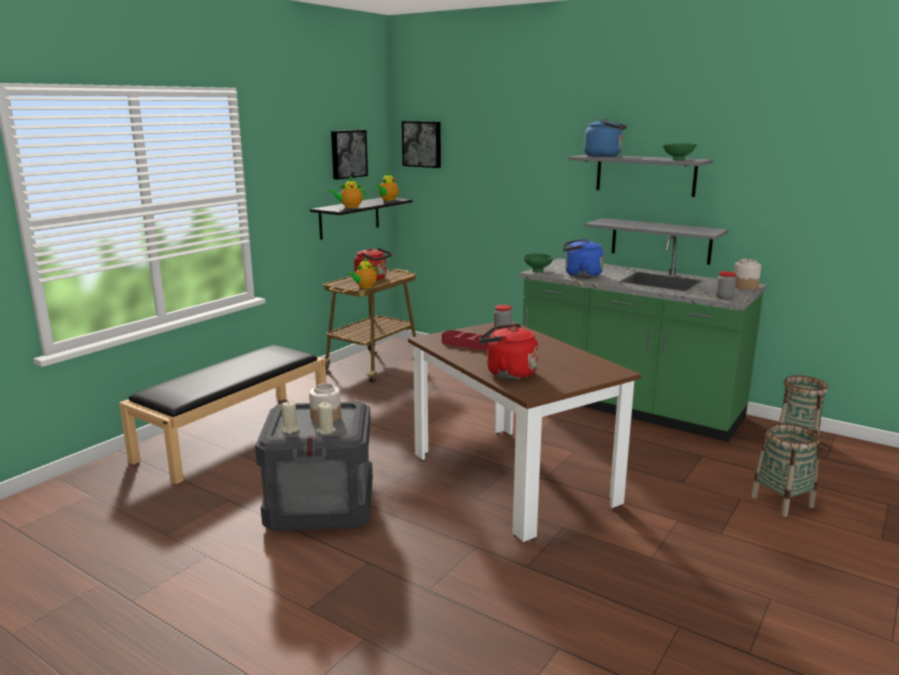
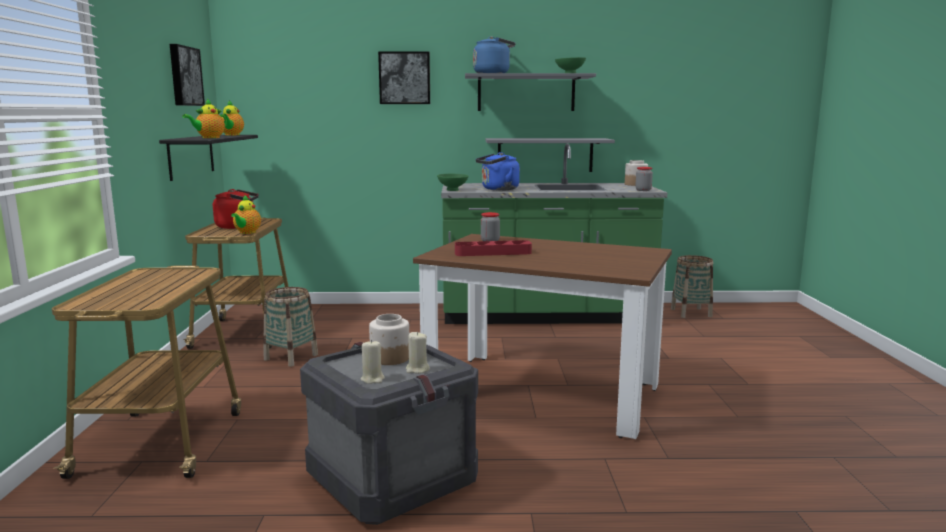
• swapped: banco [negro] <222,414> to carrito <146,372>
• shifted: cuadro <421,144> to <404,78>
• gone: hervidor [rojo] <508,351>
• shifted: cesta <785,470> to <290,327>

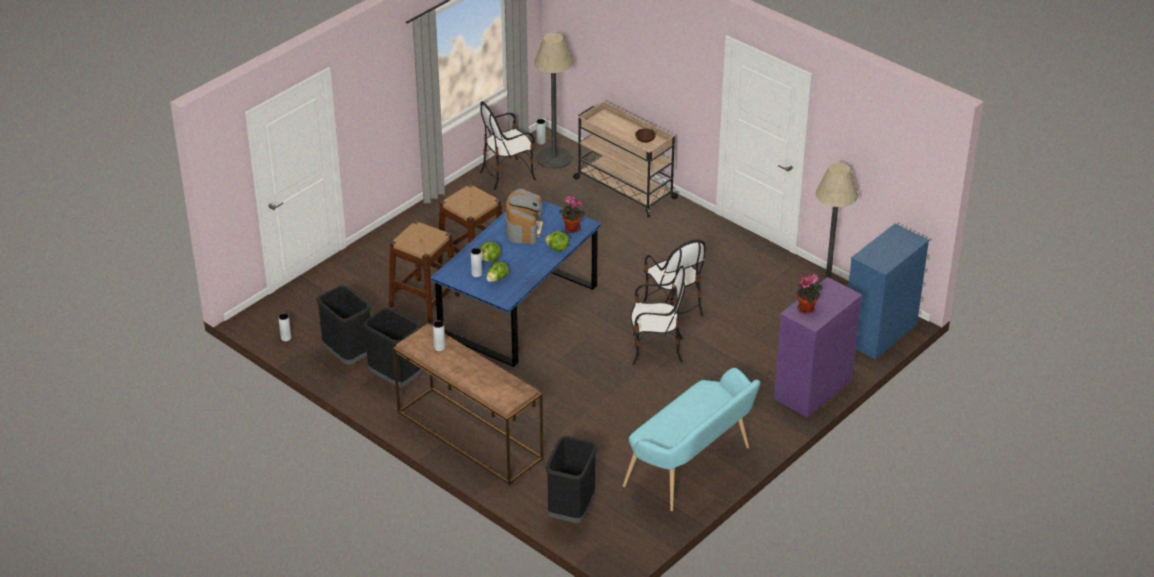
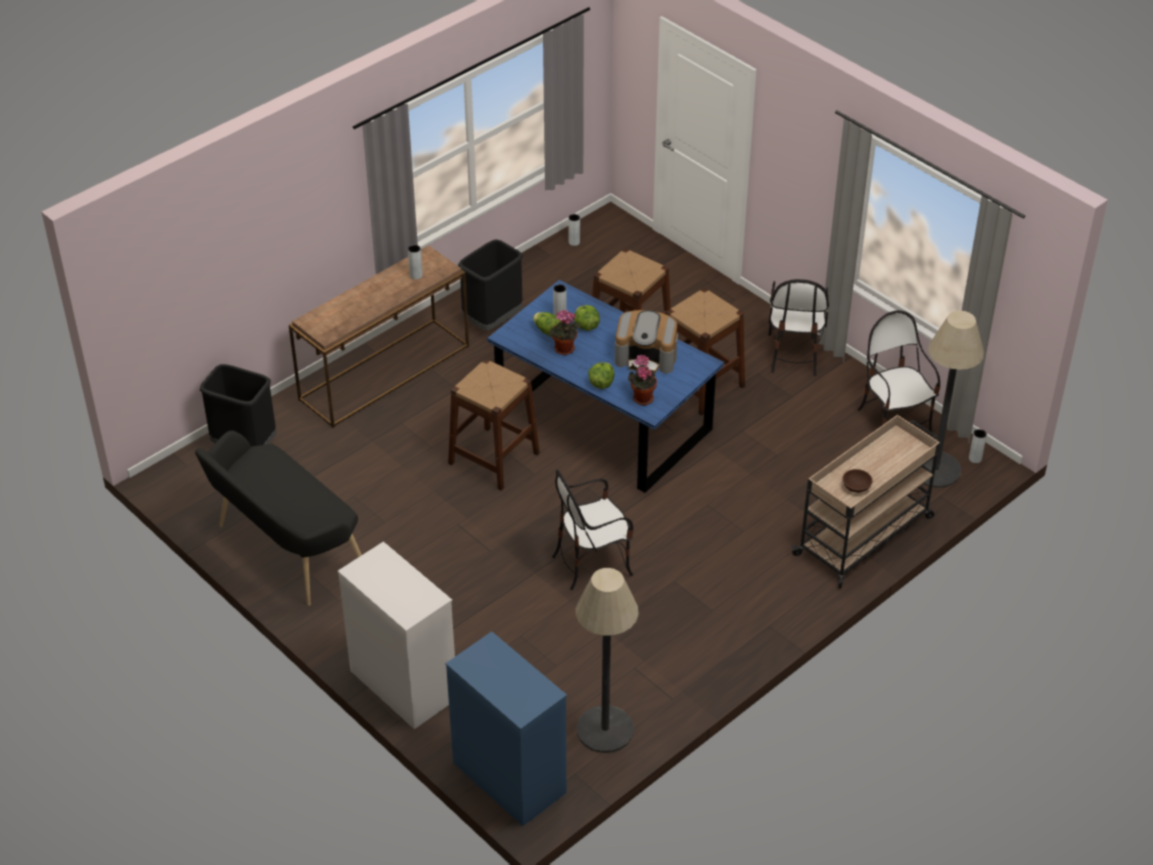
• gone: papelera [negro] <343,325>
• repainted: banco [turquesa] <691,439> to banco [negro] <278,518>
• shifted: silla <658,315> to <799,327>
• repainted: cómoda [morado] <818,347> to cómoda [blanco] <396,635>
• shifted: planta en maceta <810,293> to <564,332>
• new: taburete [marrón] <494,425>

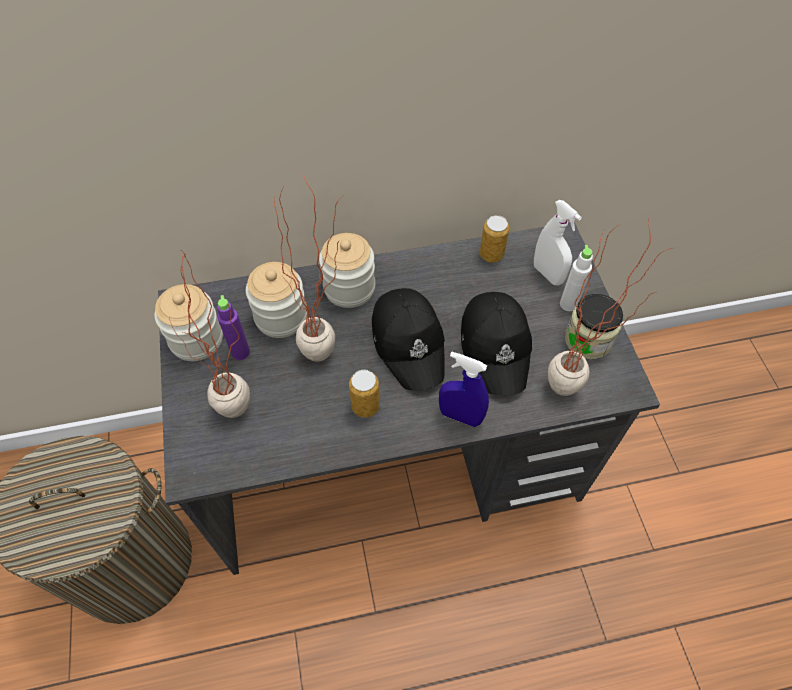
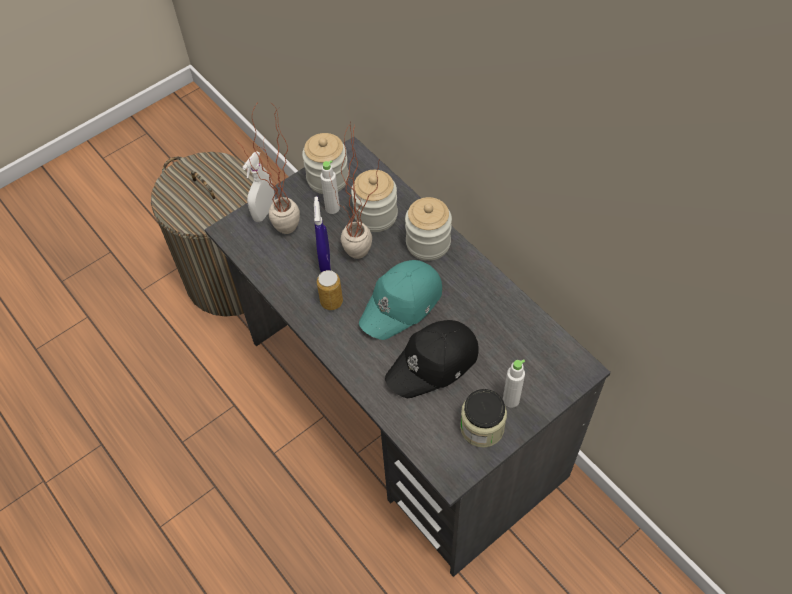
• repainted: botella [morado] <233,327> to botella [blanco] <330,187>
• repainted: gorra [negro] <408,339> to gorra [turquesa] <400,300>
• shifted: pulverizador [azul] <464,389> to <322,234>
• gone: lata <495,239>
• shifted: pulverizador [blanco] <558,243> to <258,186>
• gone: planta en maceta <610,307>

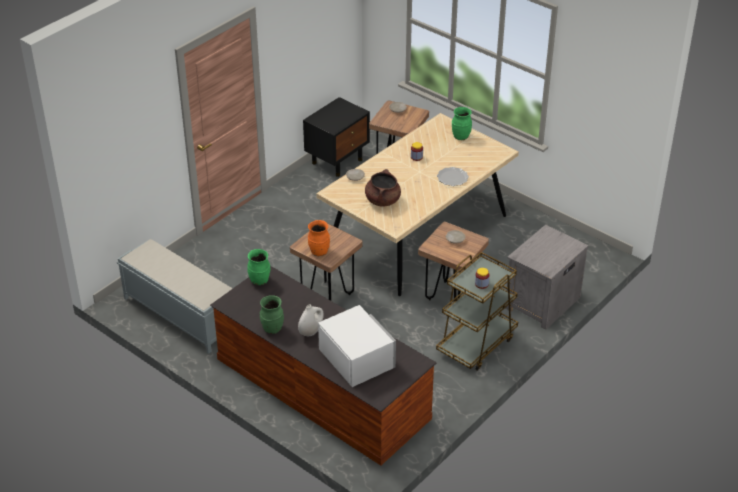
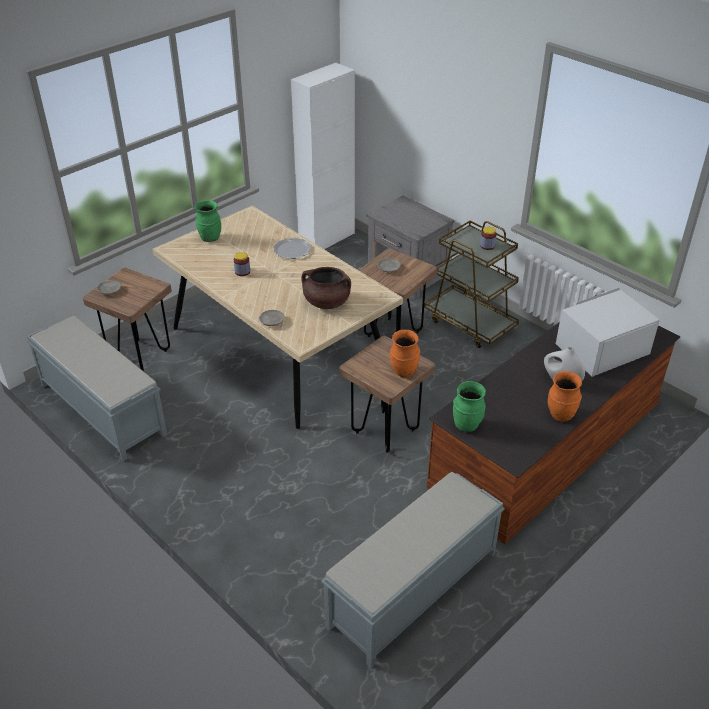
• repainted: florero [verde] <272,315> to florero [naranja] <565,396>
• swapped: mesita de noche [negro] <336,137> to banco [gris] <97,388>
• new: armario [blanco] <323,156>

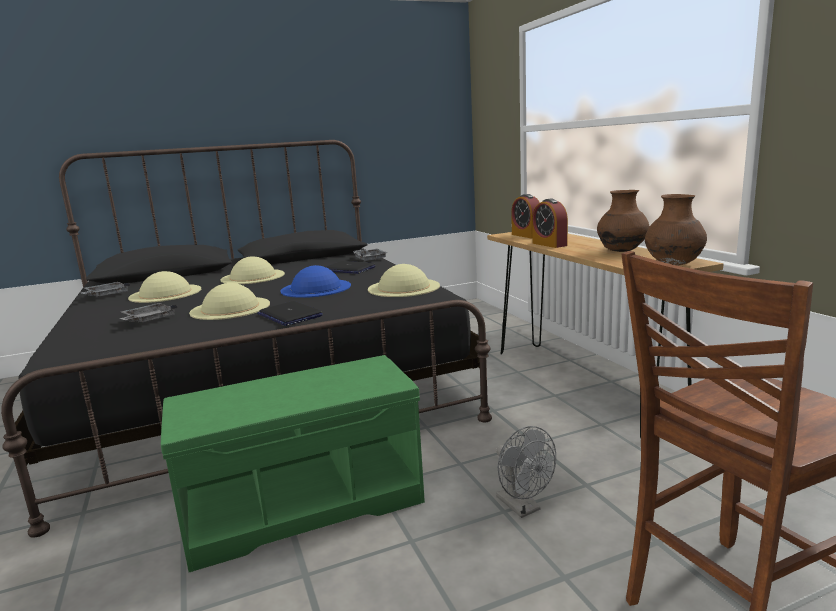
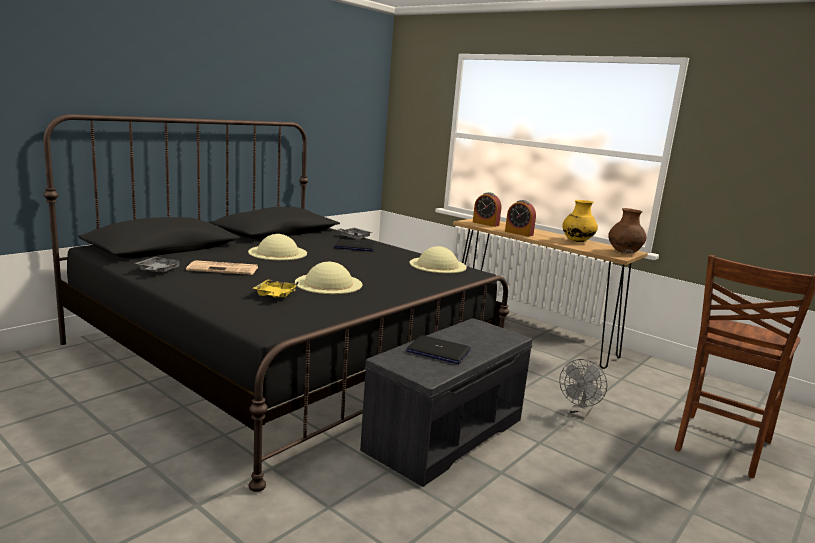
• repainted: bandeja [gris] <149,313> to bandeja [amarillo] <276,288>
• swapped: sombrero [beis] <164,287> to periódico <222,267>
• repainted: banco [verde] <293,463> to banco [gris] <446,402>
• shifted: portátil <290,313> to <438,349>
• gone: sombrero [azul] <315,281>
• rotated: ventilador [gris] <526,472> = <583,389> 90 degrees clockwise
• repainted: florero [marrón] <623,221> to florero [amarillo] <580,221>

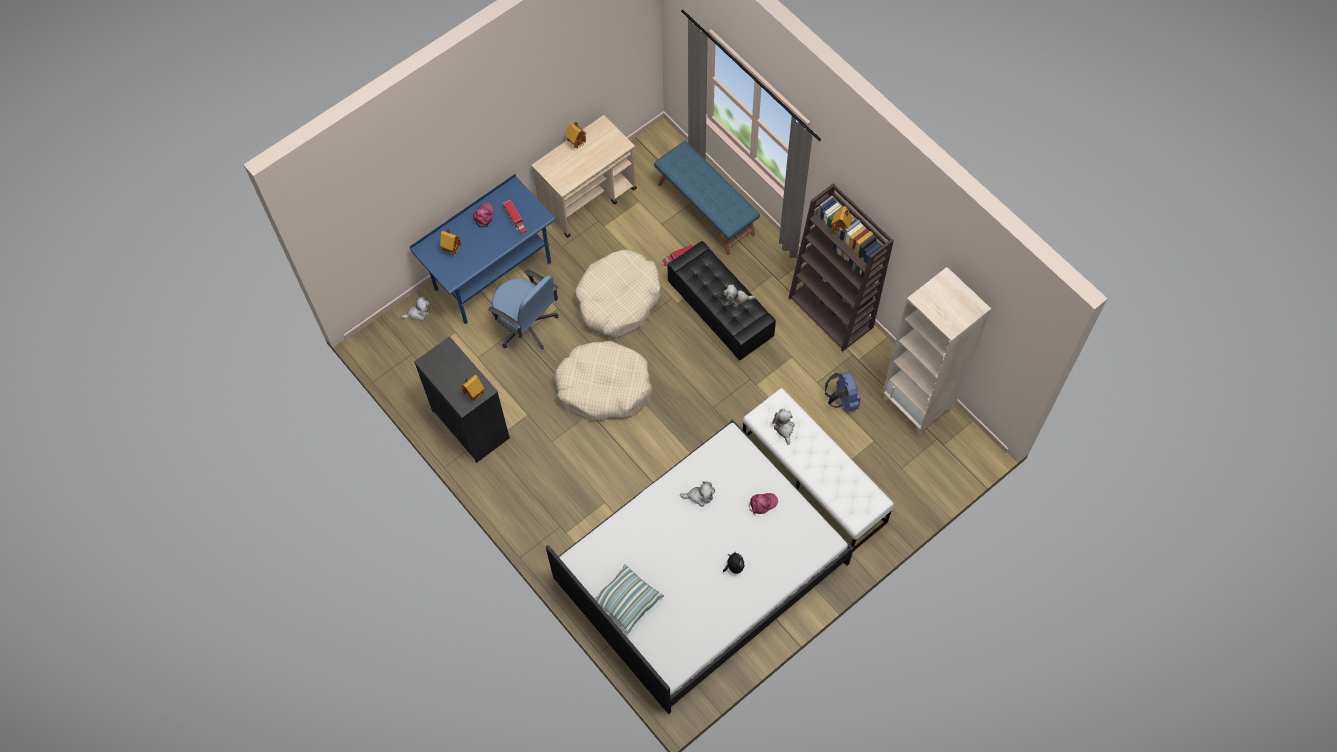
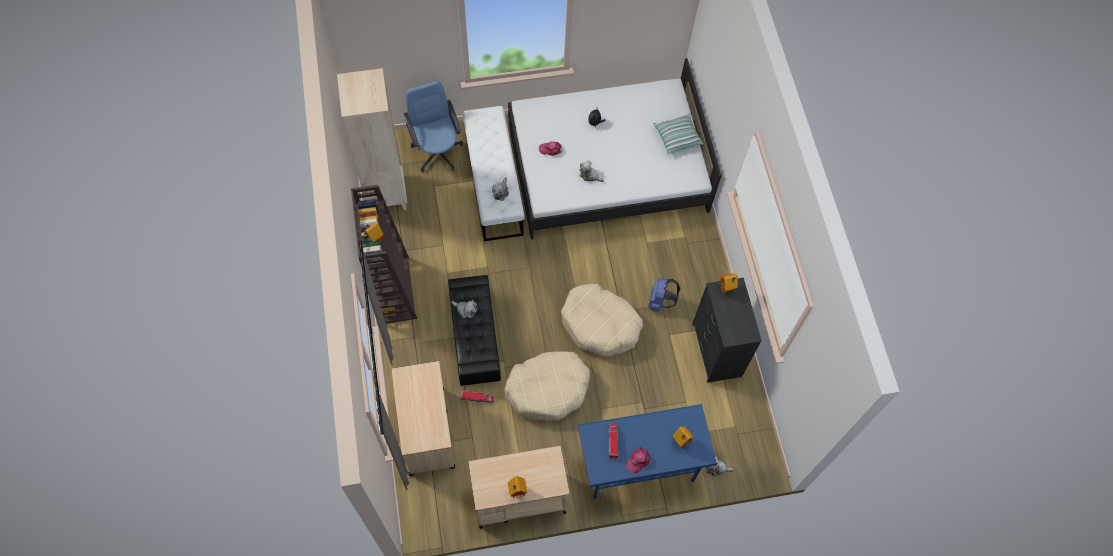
• shifted: silla de oficina [azul] <523,310> to <433,126>
• swapped: banco [azul] <707,198> to carrito [beis] <423,418>
• shifted: mochila [azul] <843,392> to <664,295>

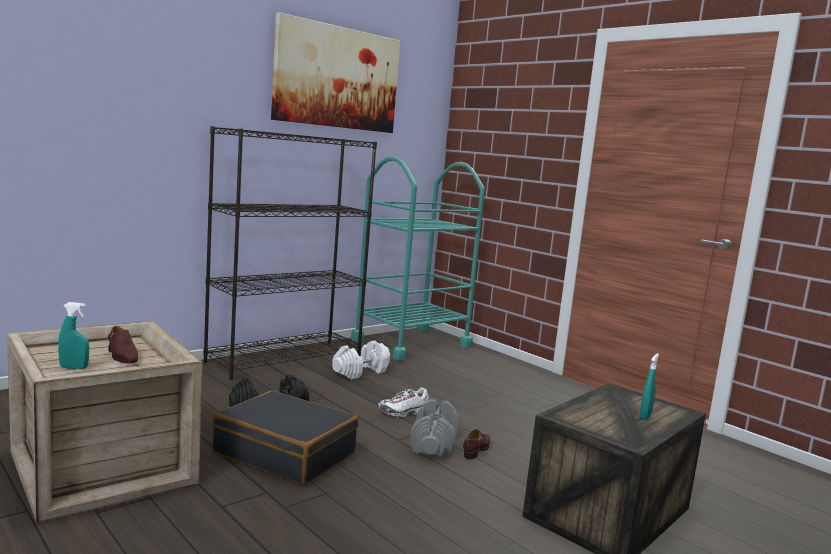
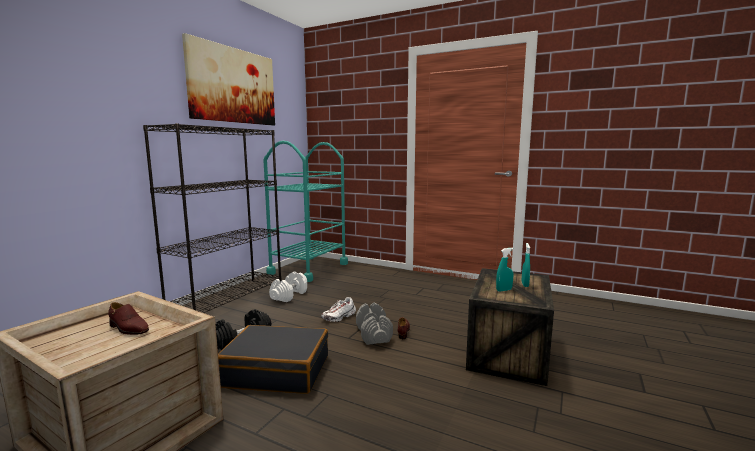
• shifted: pulverizador [turquesa] <73,335> to <504,270>

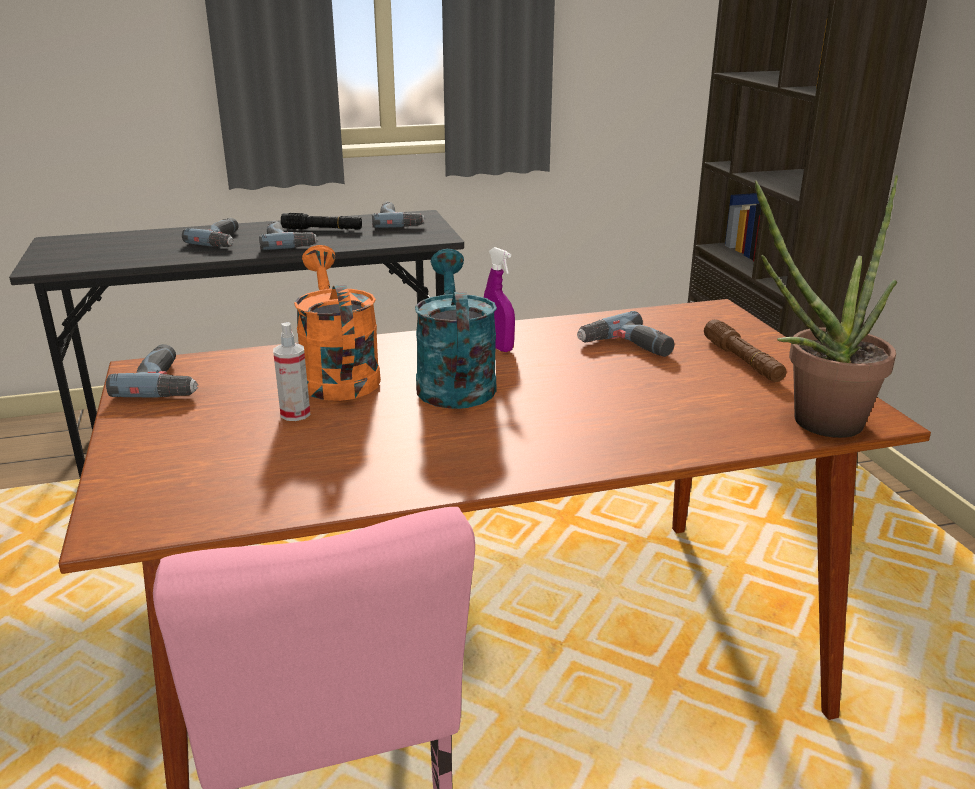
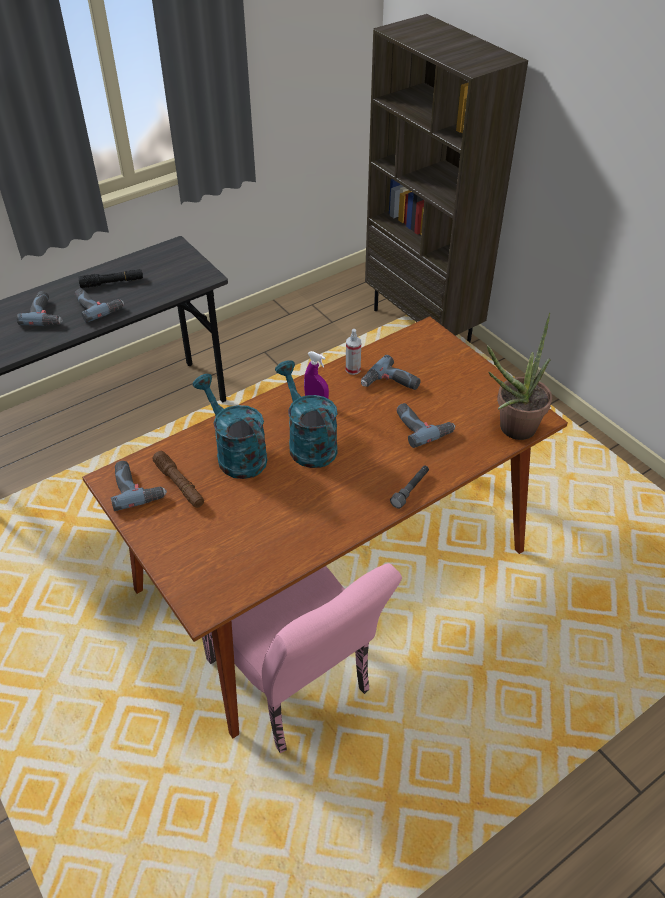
• shifted: pulverizador <291,371> to <353,352>
• repainted: regadera [naranja] <337,323> to regadera [turquesa] <230,426>
• shifted: taladro <398,215> to <425,425>
• shifted: linterna [marrón] <745,351> to <178,479>
• new: linterna [gris] <409,487>

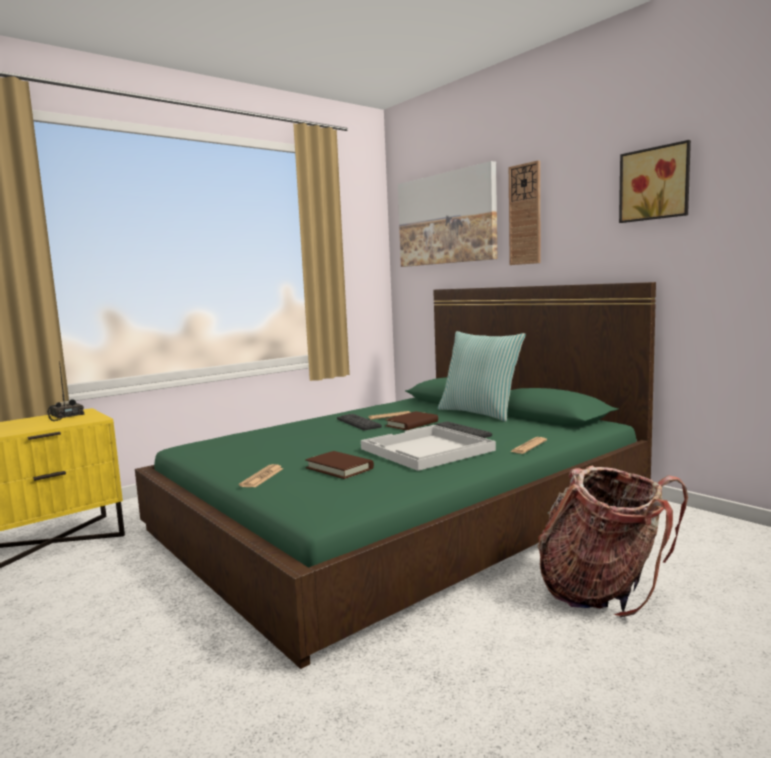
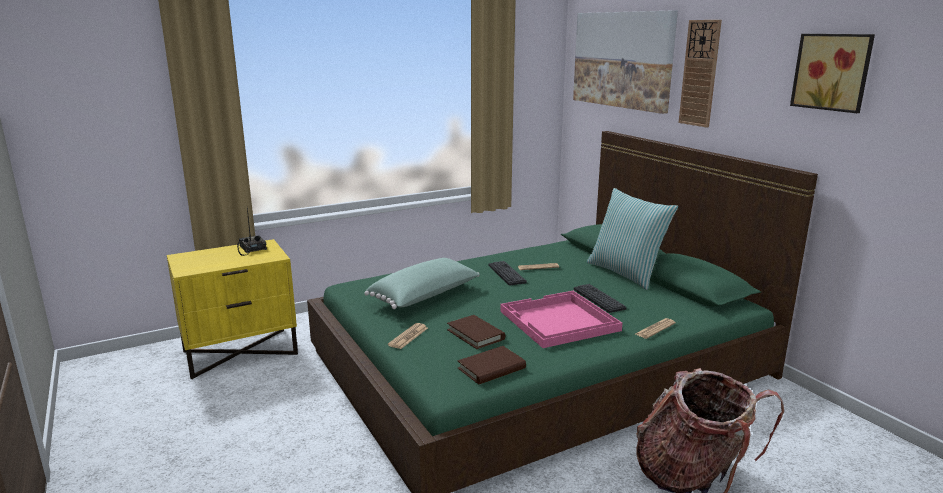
• repainted: bandeja [blanco] <428,448> to bandeja [rosa] <561,319>
• shifted: libro [marrón] <411,420> to <492,365>
• new: cojín [verde] <422,283>

